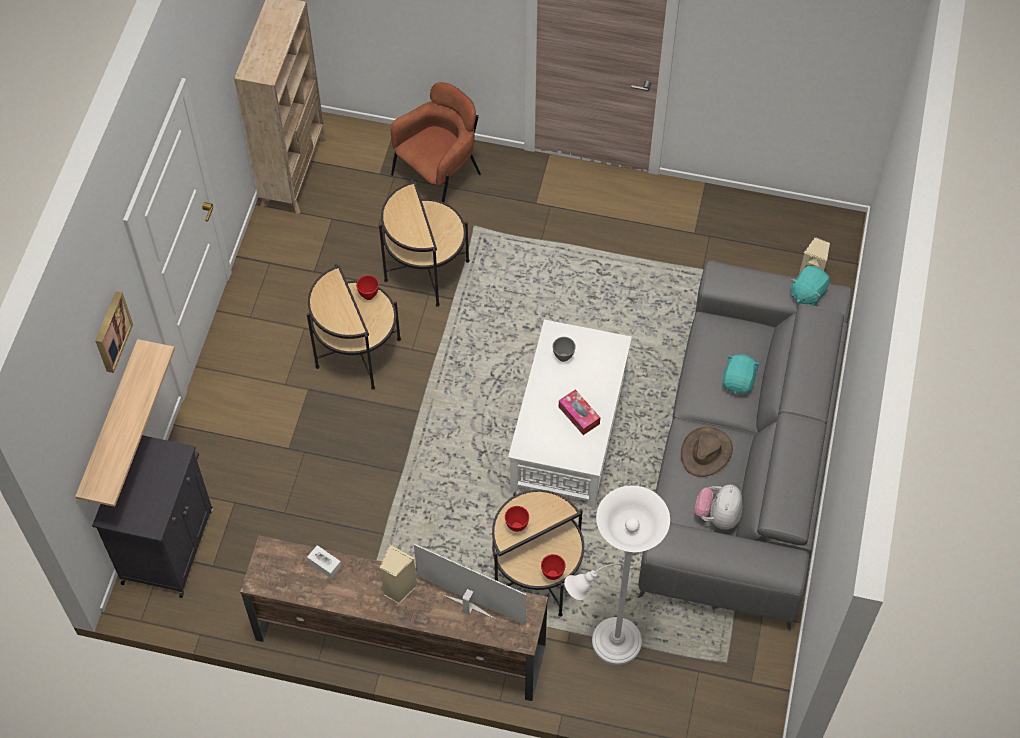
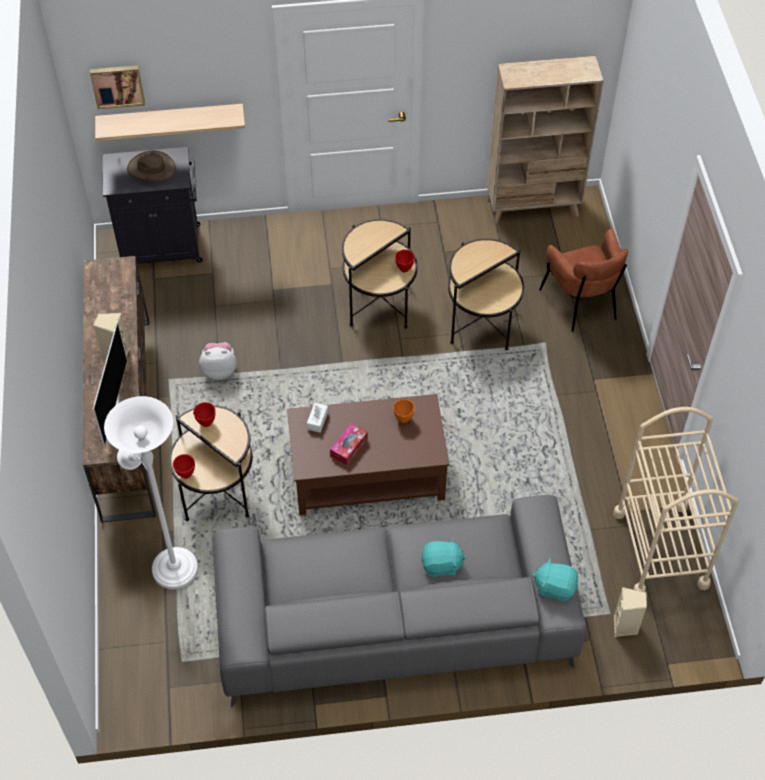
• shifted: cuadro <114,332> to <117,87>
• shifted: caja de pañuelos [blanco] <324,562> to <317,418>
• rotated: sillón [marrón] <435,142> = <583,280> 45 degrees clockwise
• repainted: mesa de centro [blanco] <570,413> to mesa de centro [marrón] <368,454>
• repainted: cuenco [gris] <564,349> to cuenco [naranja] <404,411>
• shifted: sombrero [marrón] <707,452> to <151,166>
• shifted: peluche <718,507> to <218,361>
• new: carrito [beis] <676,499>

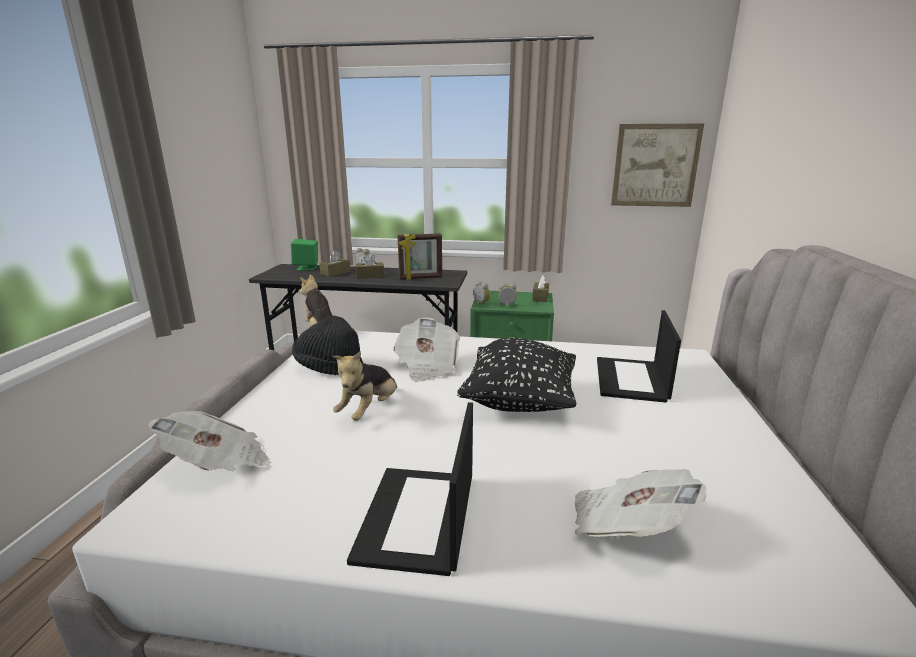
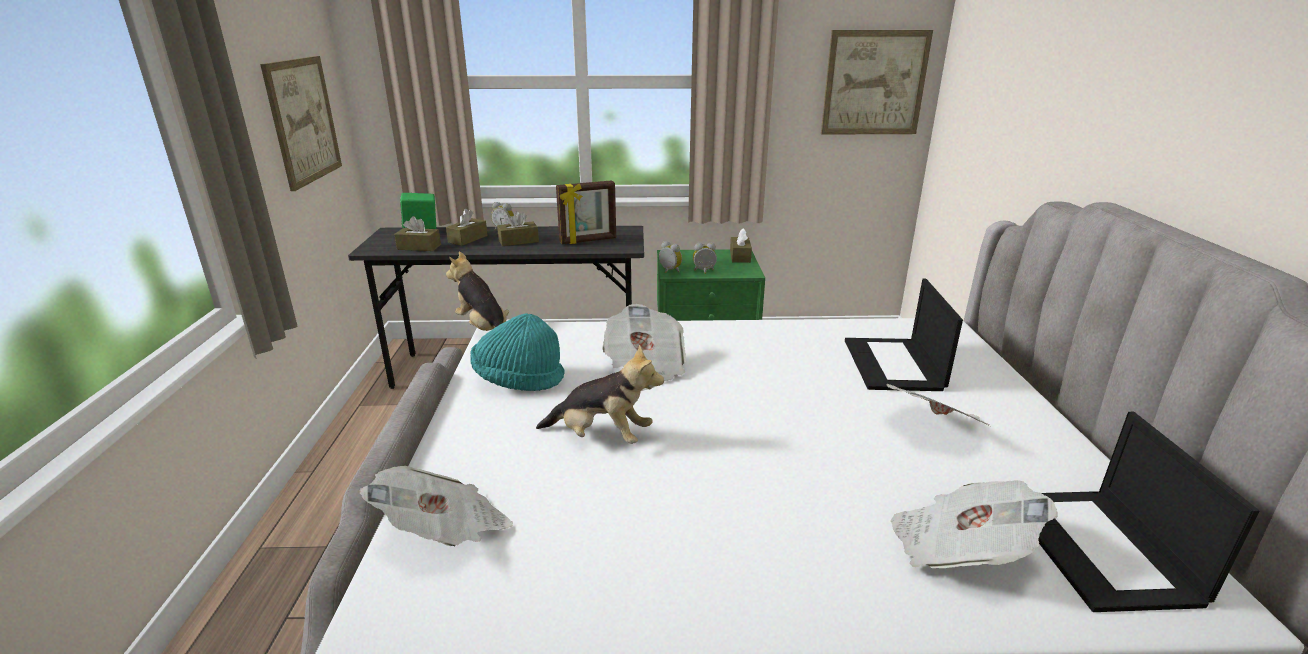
• repainted: sombrero [negro] <327,345> to sombrero [turquesa] <517,352>
• rotated: peluche <365,386> = <600,394> 90 degrees counterclockwise
• shifted: portátil <410,489> to <1149,512>
• gone: cojín [negro] <517,375>
• new: cuadro <301,123>
• new: caja de pañuelos [marrón] <417,233>
• new: periódico <938,405>

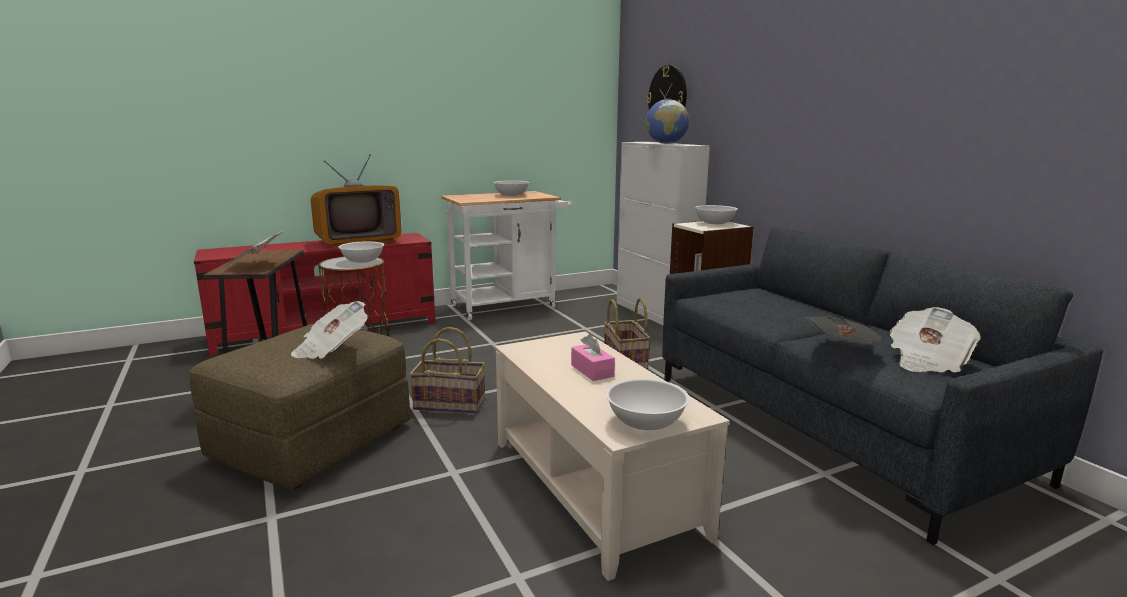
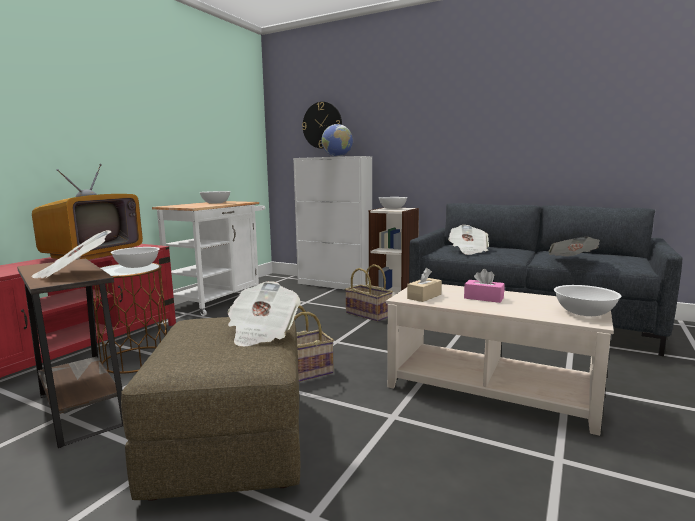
• shifted: periódico <935,340> to <468,240>
• new: caja de pañuelos [beis] <424,285>

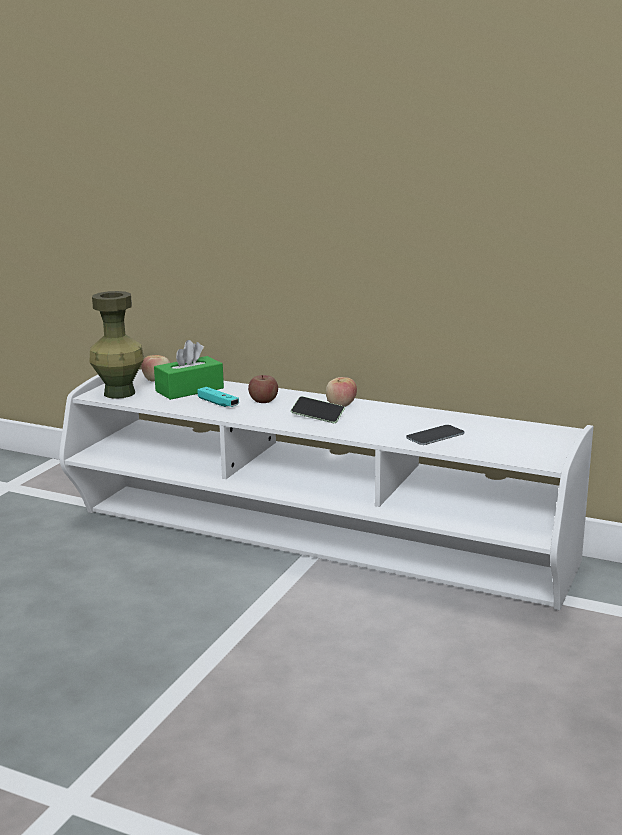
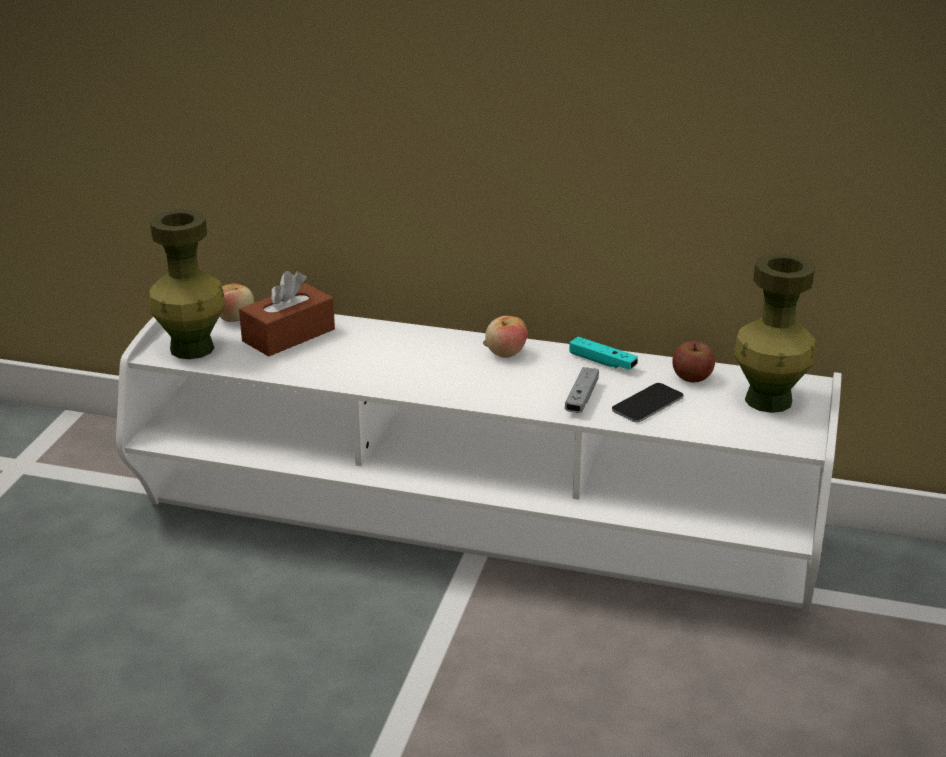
• repainted: caja de pañuelos [verde] <189,370> to caja de pañuelos [marrón] <287,314>
• shifted: mando de consola [turquesa] <218,397> to <603,353>
• shifted: manzana <263,389> to <693,361>
• gone: móvil <318,409>
• new: mando de consola [gris] <582,390>
• new: florero [verde] <774,333>

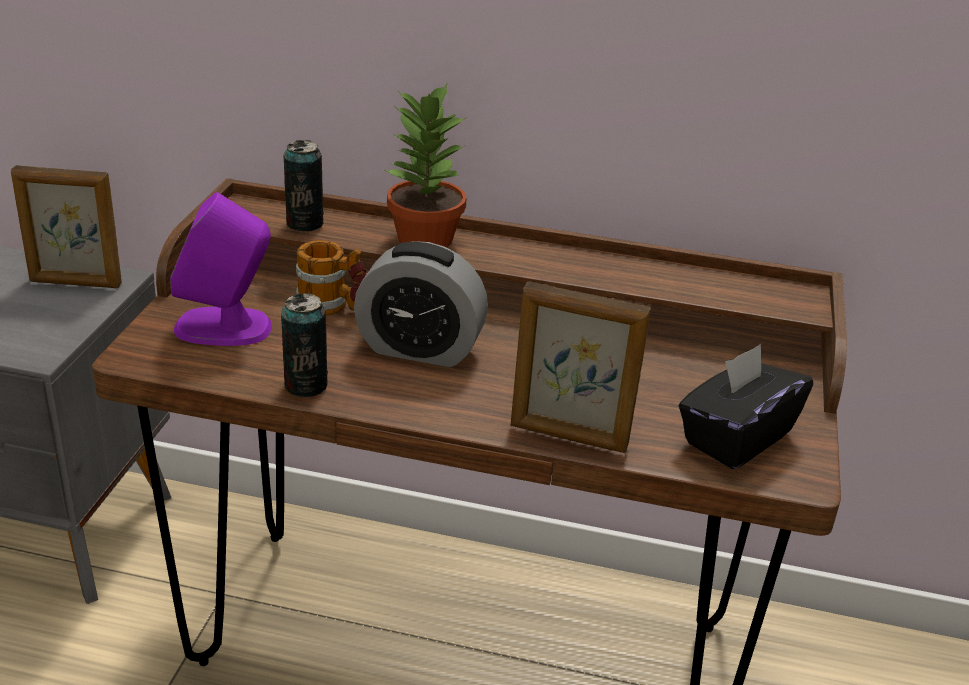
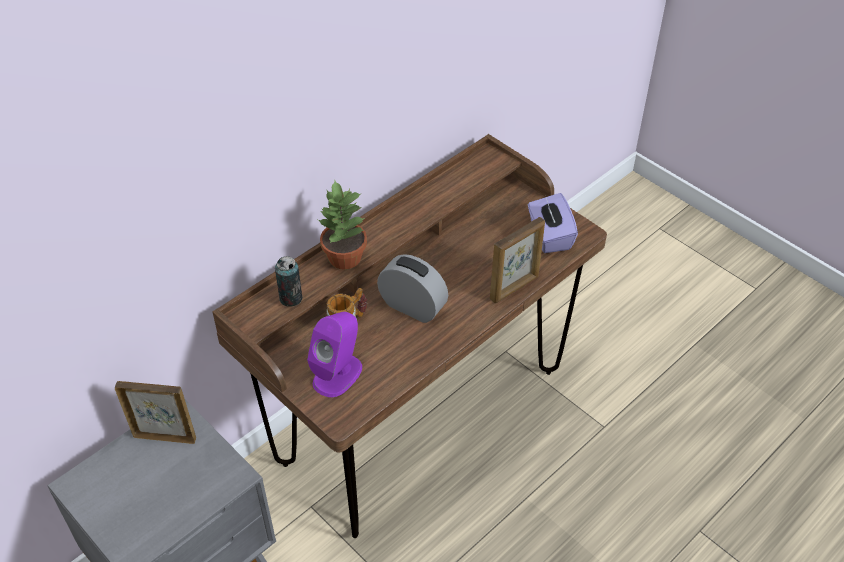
• rotated: portarretratos <66,226> = <155,412> 120 degrees counterclockwise
• gone: lata <304,345>
• rotated: despertador <421,304> = <412,288> 105 degrees counterclockwise
• repainted: caja de pañuelos [negro] <746,406> to caja de pañuelos [morado] <553,223>

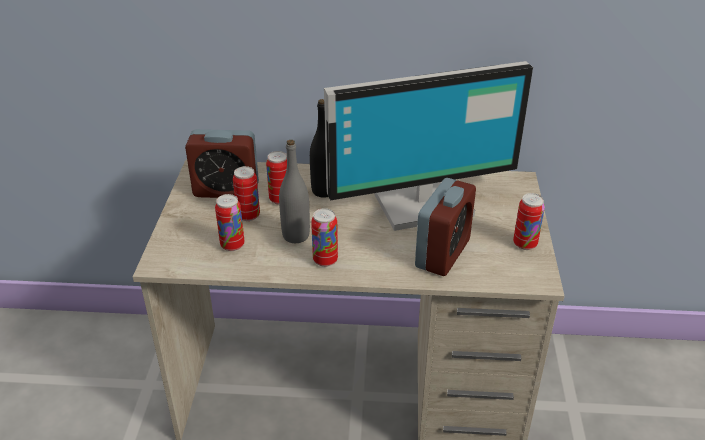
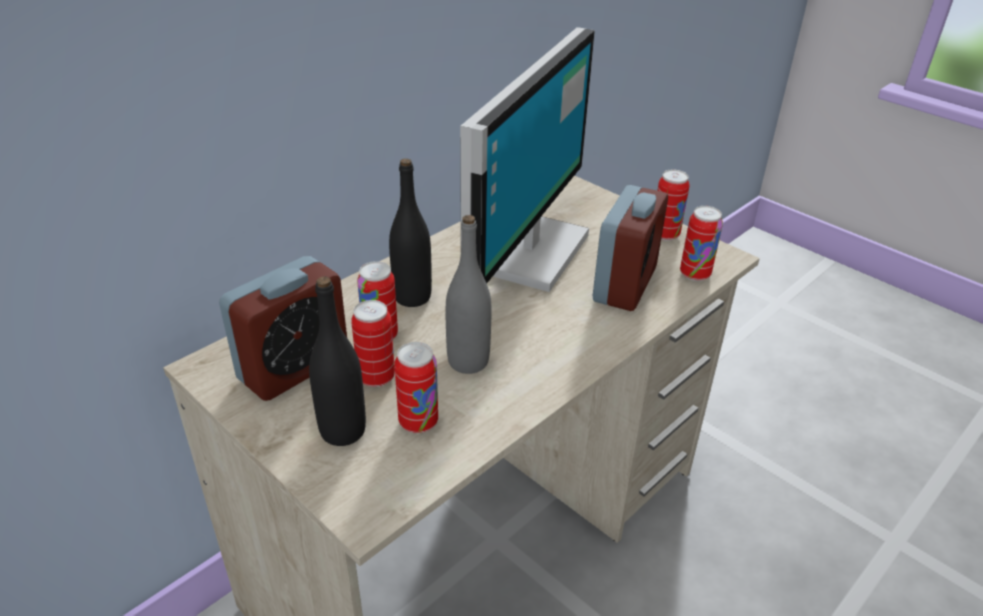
• shifted: lata <324,237> to <701,243>
• rotated: despertador <445,227> = <630,248> 45 degrees clockwise
• new: botella [negro] <337,361>

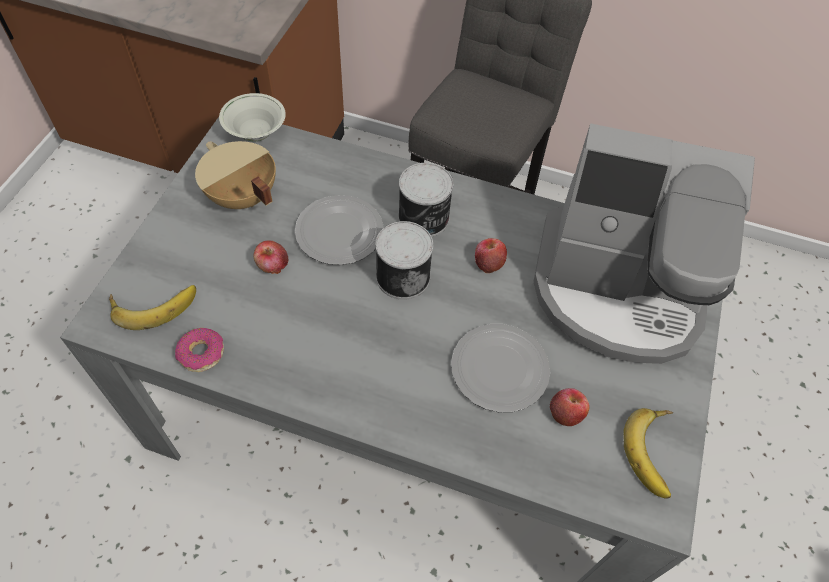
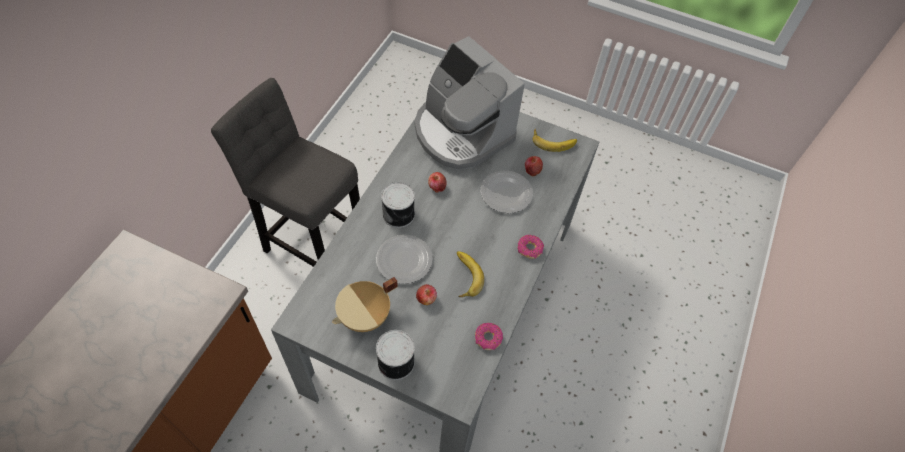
• shifted: plátano <152,307> to <470,274>
• gone: cuenco [blanco] <252,117>
• shifted: lata <404,260> to <395,355>
• rotated: cafetera <644,243> = <470,103> 120 degrees clockwise
• new: rosquilla <531,247>

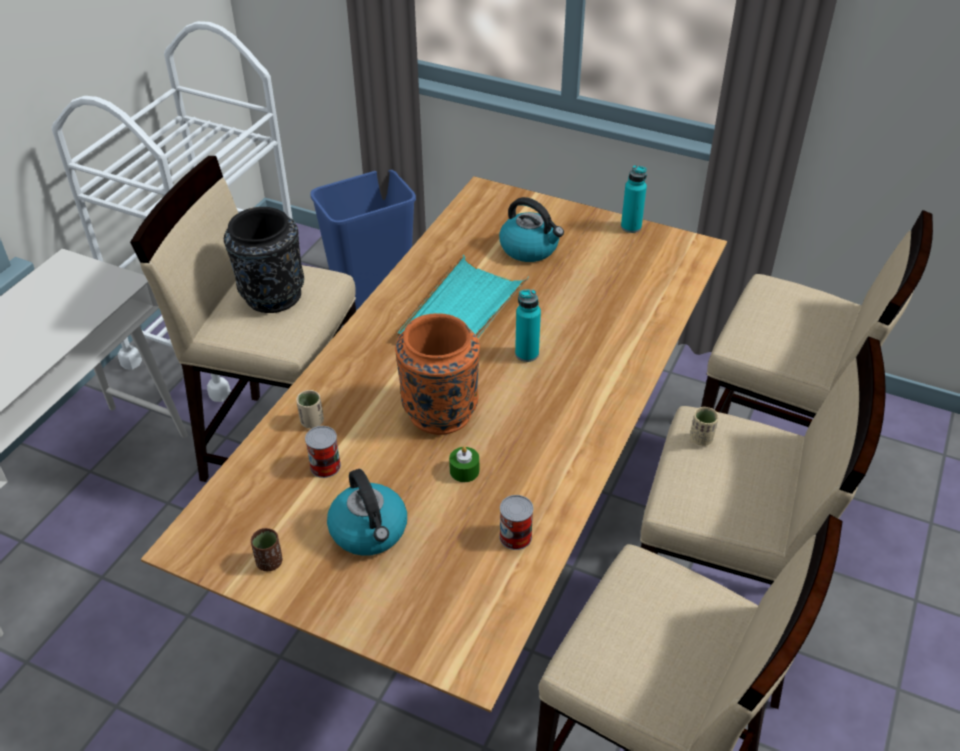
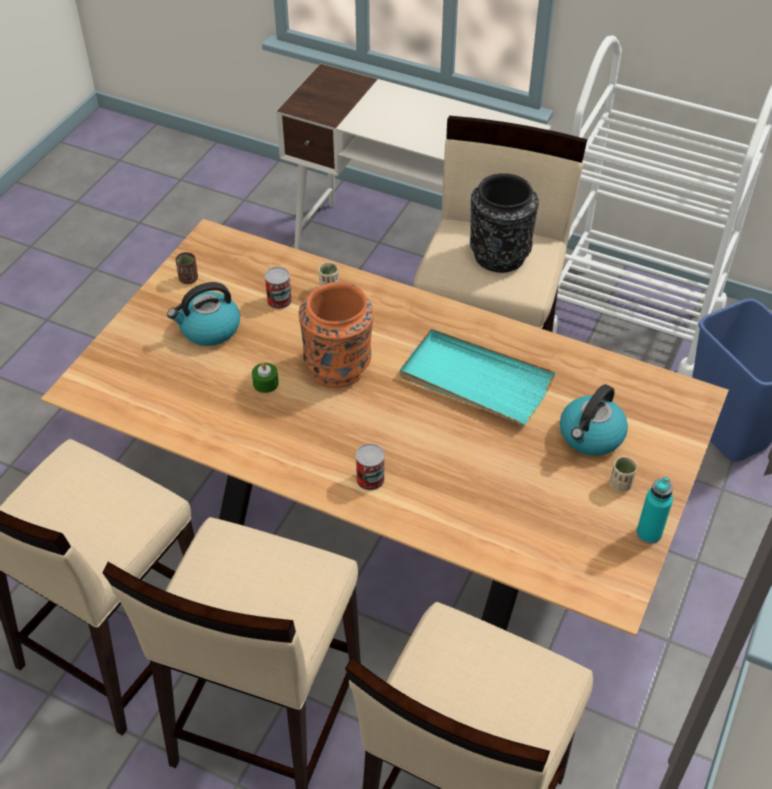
• shifted: lata <516,522> to <370,467>
• gone: botella [turquesa] <528,325>
• shifted: taza [beis] <704,426> to <623,474>

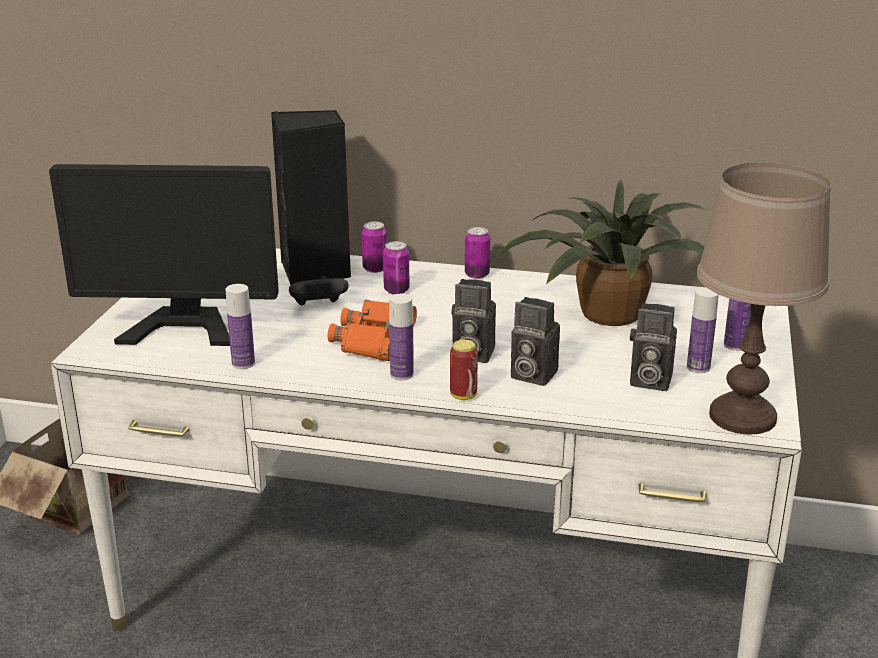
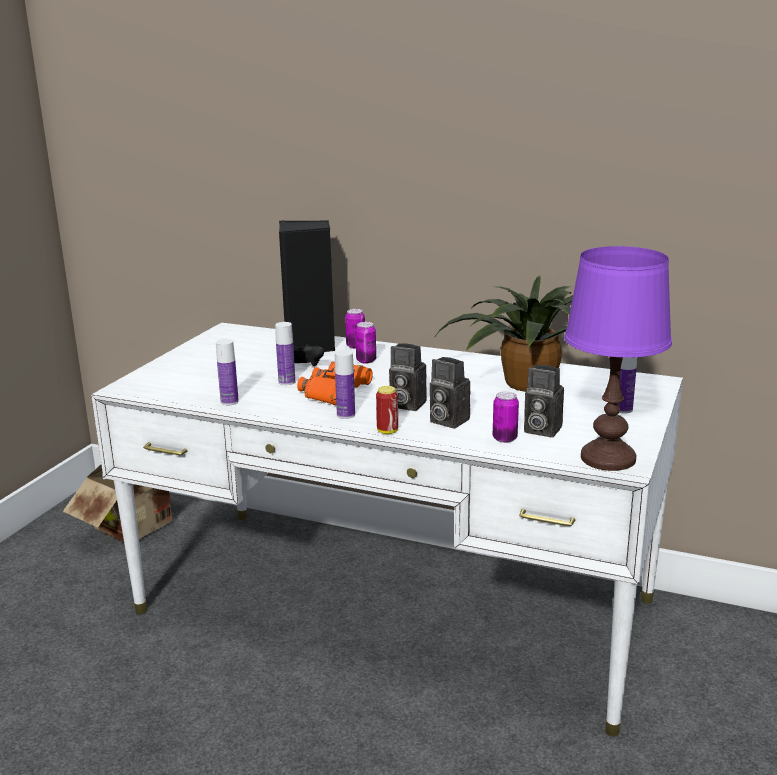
• gone: monitor <164,255>
• shifted: lata <477,253> to <506,417>
• shifted: botella <703,330> to <285,353>
• repainted: lámpara de mesa [marrón] <764,298> to lámpara de mesa [morado] <618,358>

